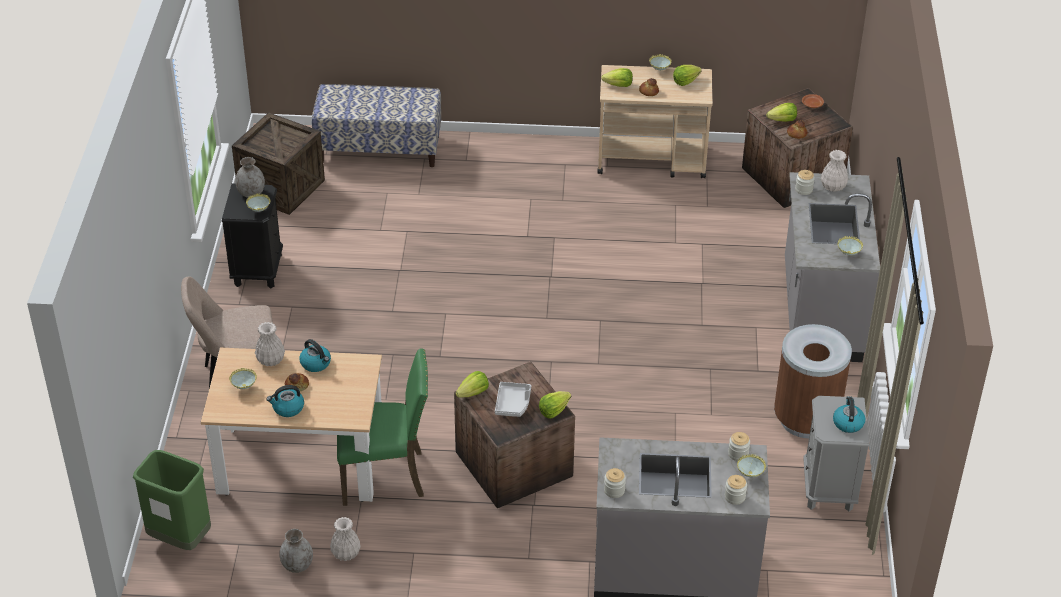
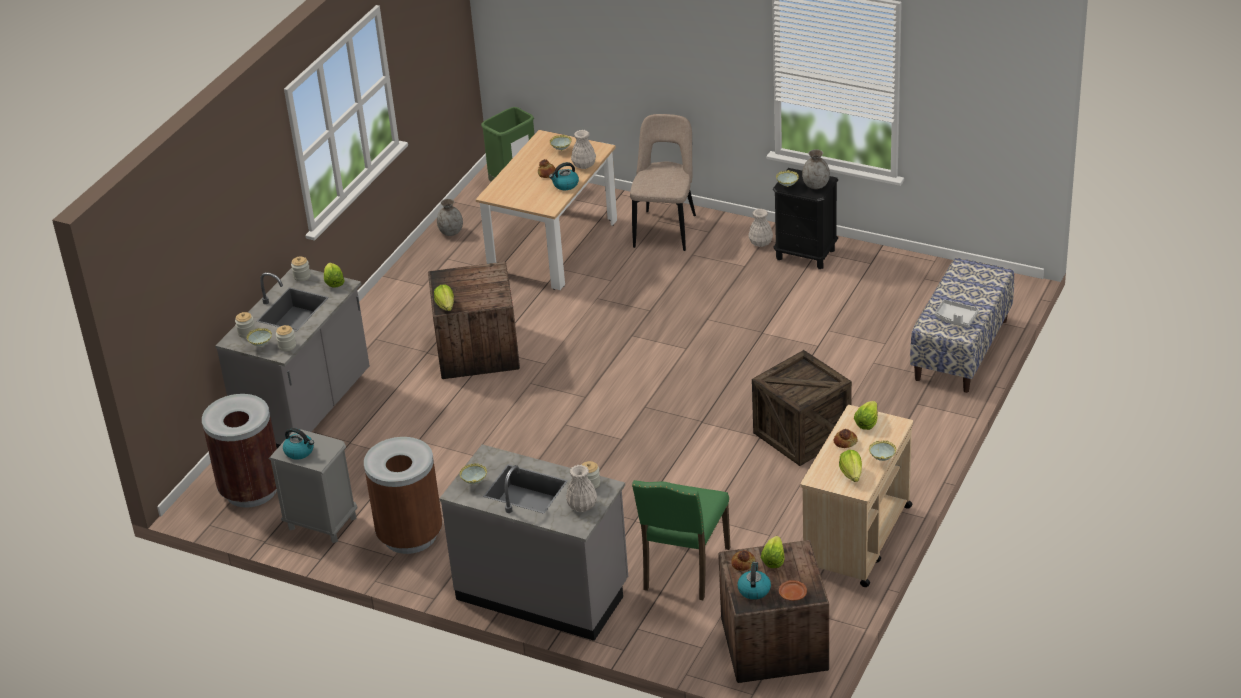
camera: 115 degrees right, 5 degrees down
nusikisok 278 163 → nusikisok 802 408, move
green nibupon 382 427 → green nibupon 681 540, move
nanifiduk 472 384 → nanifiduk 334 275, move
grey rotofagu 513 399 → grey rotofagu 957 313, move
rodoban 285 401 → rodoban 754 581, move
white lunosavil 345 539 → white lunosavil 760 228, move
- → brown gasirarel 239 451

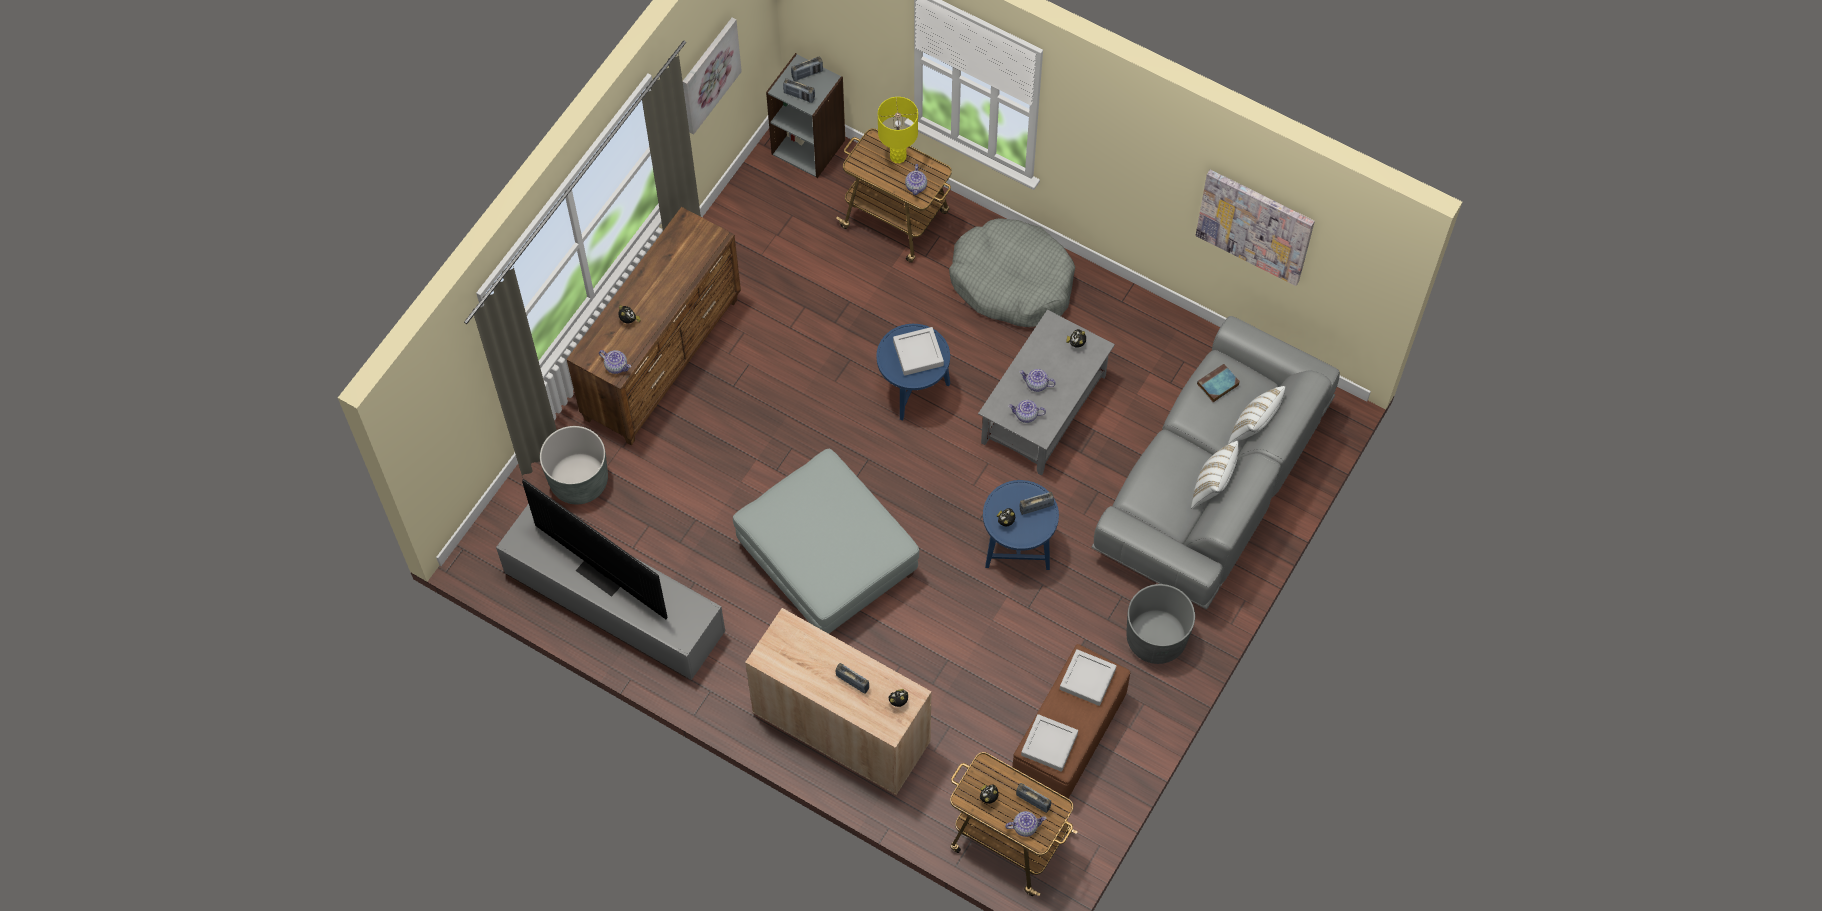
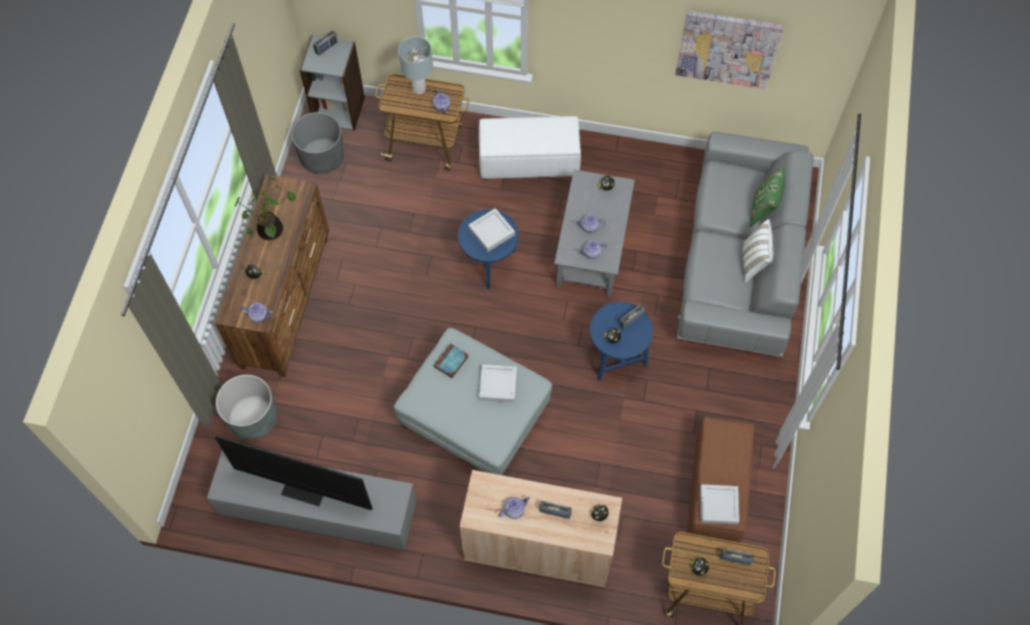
camera: 20 degrees left, 0 degrees up
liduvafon 712 76 → -
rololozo 799 90 → -
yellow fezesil 898 130 → grey fezesil 415 65
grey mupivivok 1012 272 → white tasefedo 530 147
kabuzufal 1218 383 → kabuzufal 451 361, move
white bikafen 1256 415 → green bikafen 767 197
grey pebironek 1160 624 → grey pebironek 317 143, move
grey rotofagu 1088 677 → grey rotofagu 498 383, move
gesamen 1025 824 → gesamen 514 507, move
- → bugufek 265 208

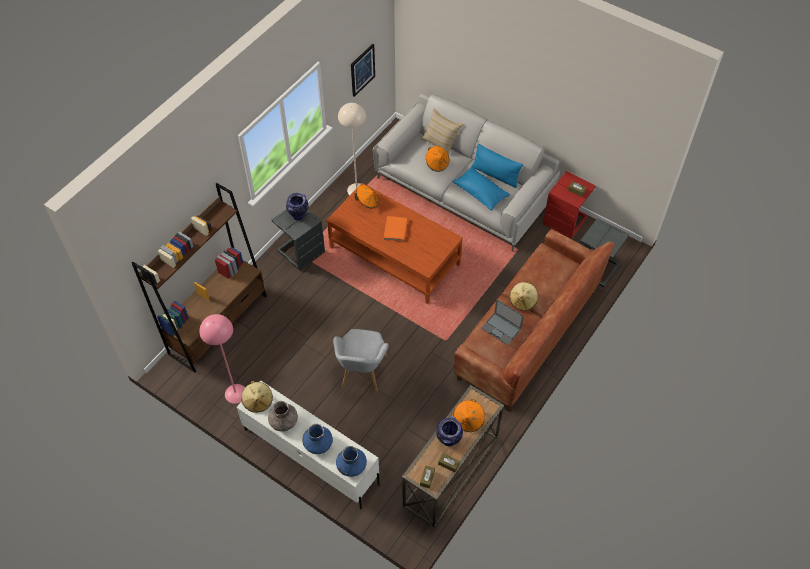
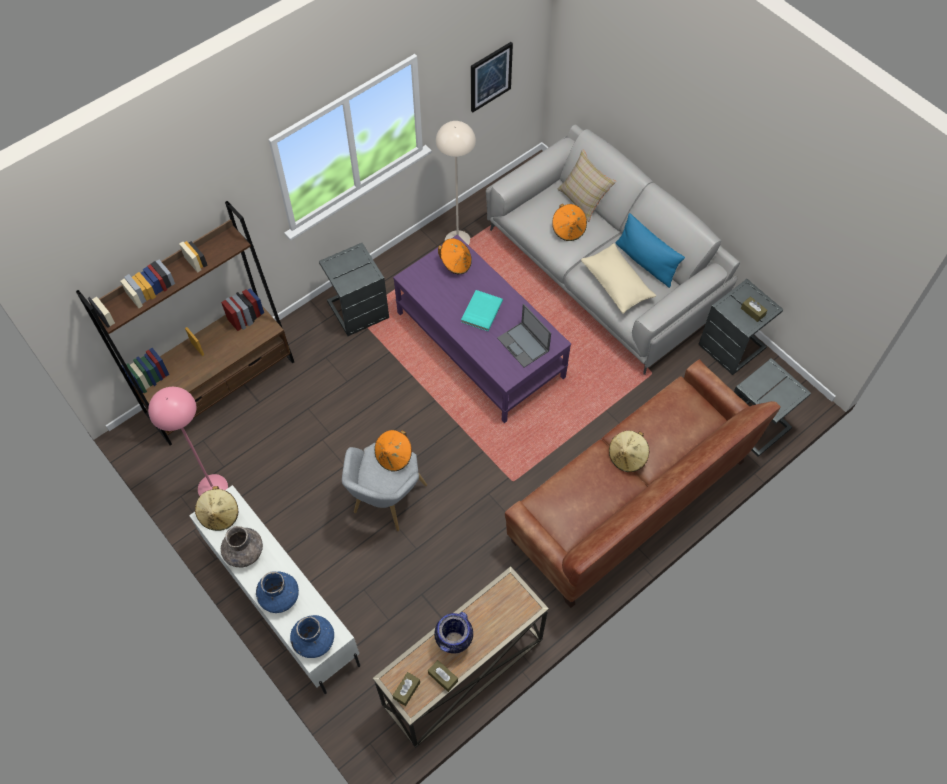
camera: 15 degrees right, 5 degrees up
blue bikafen 481 188 → beige bikafen 618 278
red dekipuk 569 205 → grey dekipuk 740 327
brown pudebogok 395 243 → purple pudebogok 482 329
lunosavil 297 206 → -
orange kabuzufal 396 229 → turquoise kabuzufal 482 310
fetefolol 502 322 → fetefolol 524 336, move
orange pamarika 469 415 → orange pamarika 393 450, move

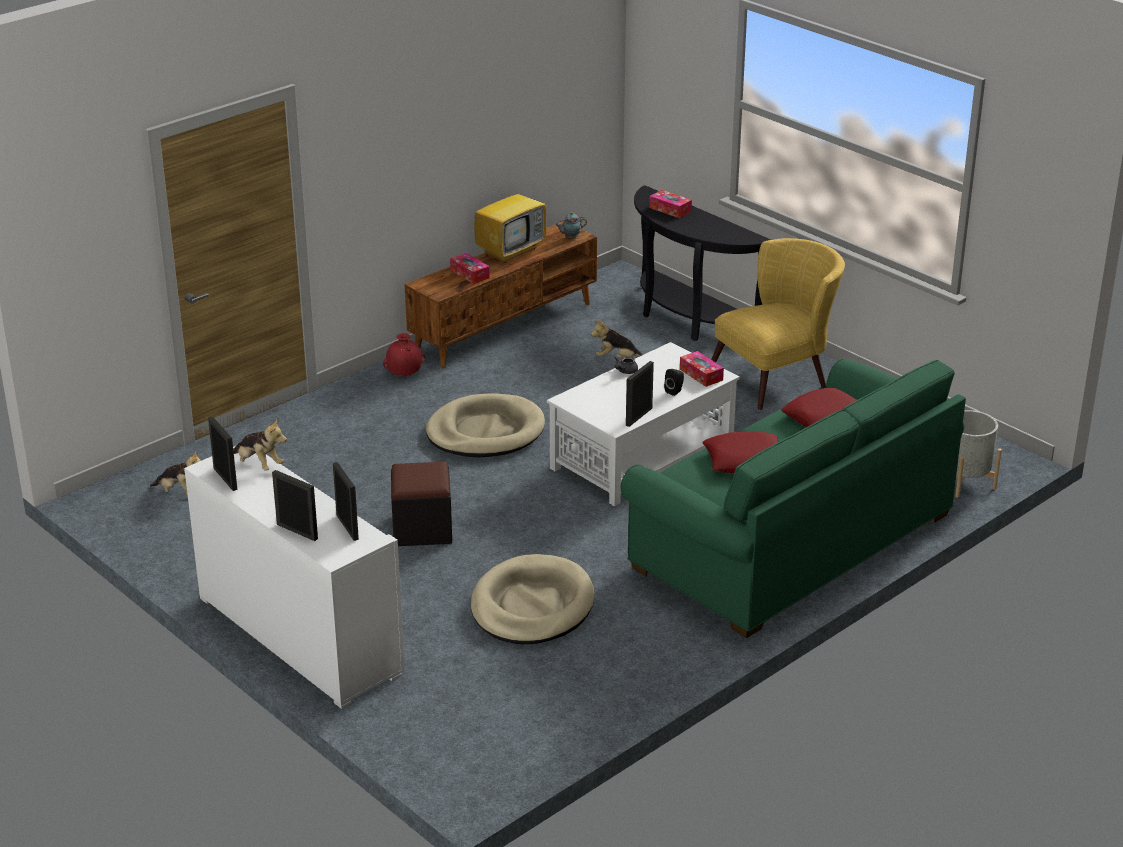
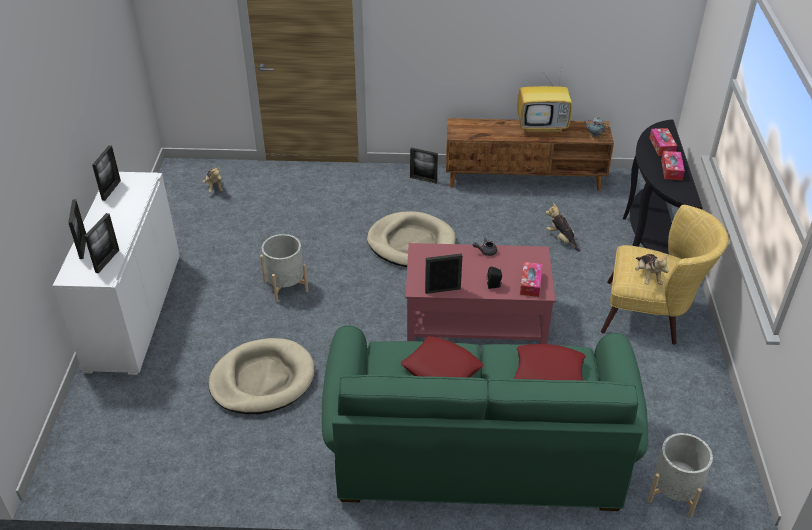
camera: 45 degrees right, 10 degrees up
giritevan 470 268 → giritevan 673 165, move
red lunosavil 404 354 → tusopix 424 165
white pudebogok 643 424 → red pudebogok 480 293
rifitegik 260 444 → rifitegik 652 269, move
black tasefedo 421 504 → grey pebironek 284 268

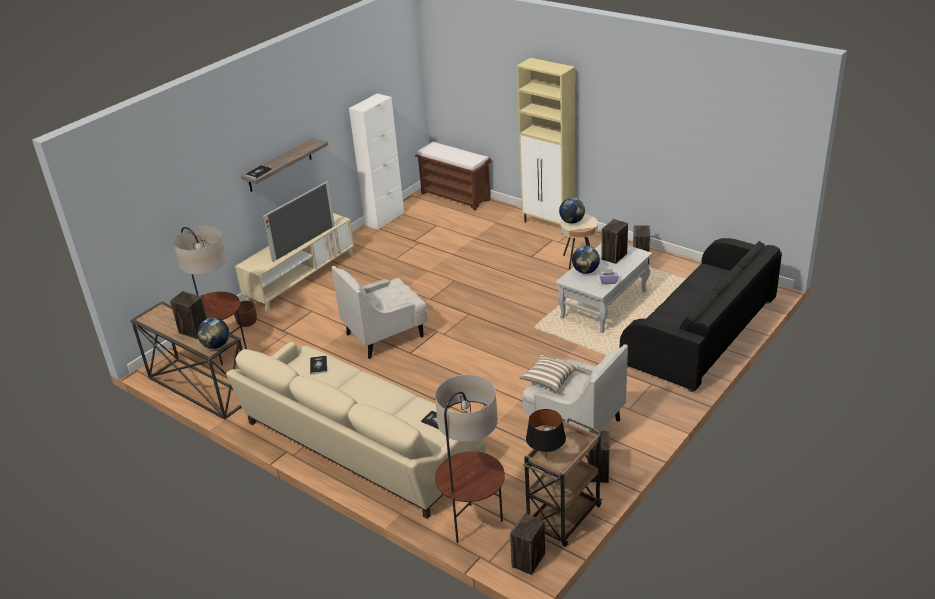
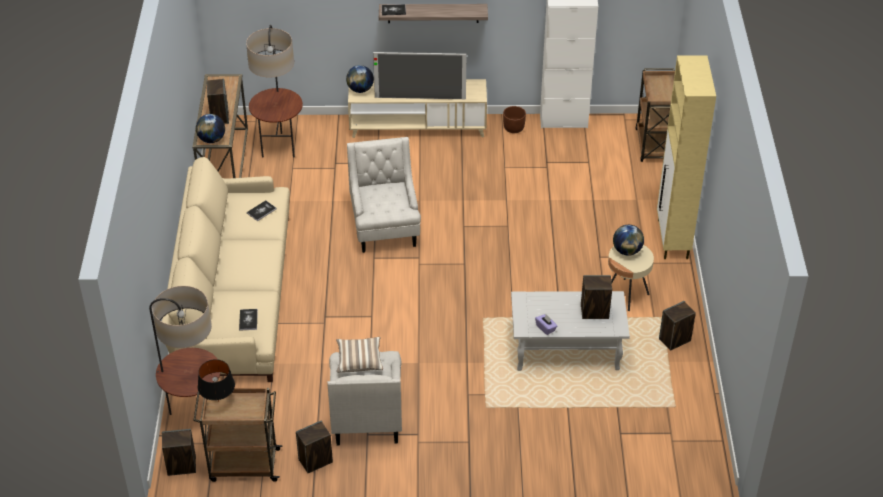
camera: 50 degrees right, 10 degrees up
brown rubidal 453 176 → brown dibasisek 655 115
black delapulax 701 315 → -
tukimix 586 260 → tukimix 360 79, move
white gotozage 380 312 → white gotozage 384 195, 60 degrees clockwise
brown pebironek 245 314 → brown pebironek 514 119, move

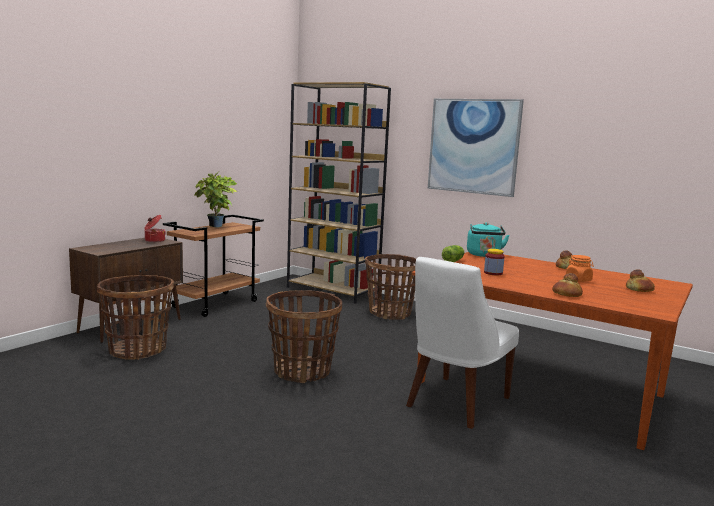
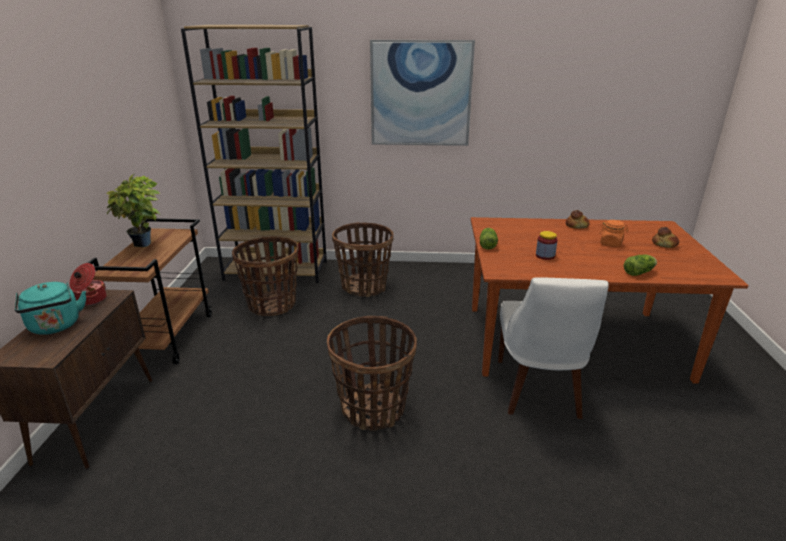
camera: 30 degrees left, 15 degrees up
turquoise rodoban 488 239 → turquoise rodoban 50 308, move
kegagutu 567 285 → nanifiduk 640 265
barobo 135 317 → barobo 265 276, move

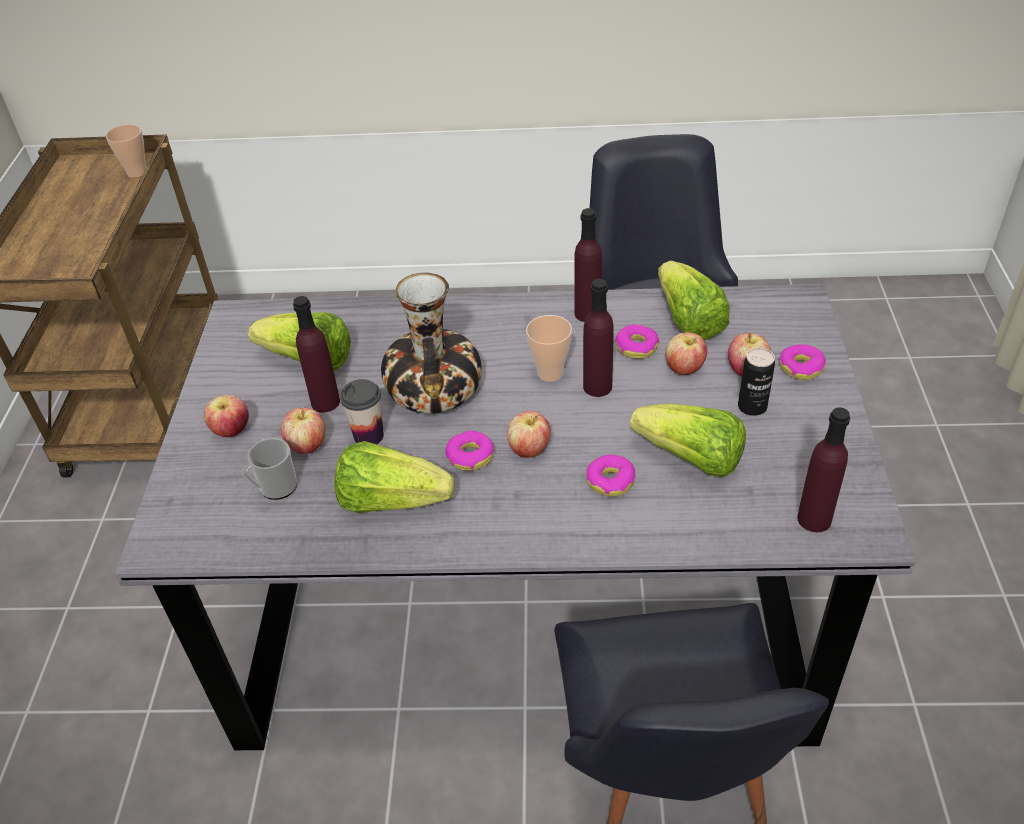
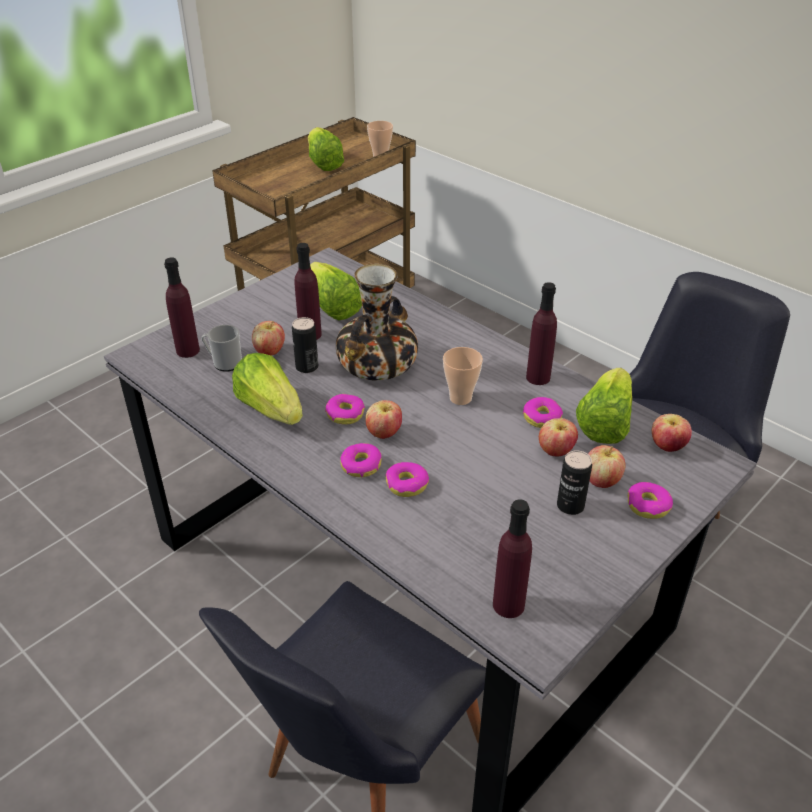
camera: 40 degrees right, 5 degrees down
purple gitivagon 598 338 → purple gitivagon 182 307, move
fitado 362 411 → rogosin 305 345
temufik 226 416 → temufik 672 433, move
nanifiduk 688 440 → nanifiduk 326 149, move
- → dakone 360 460

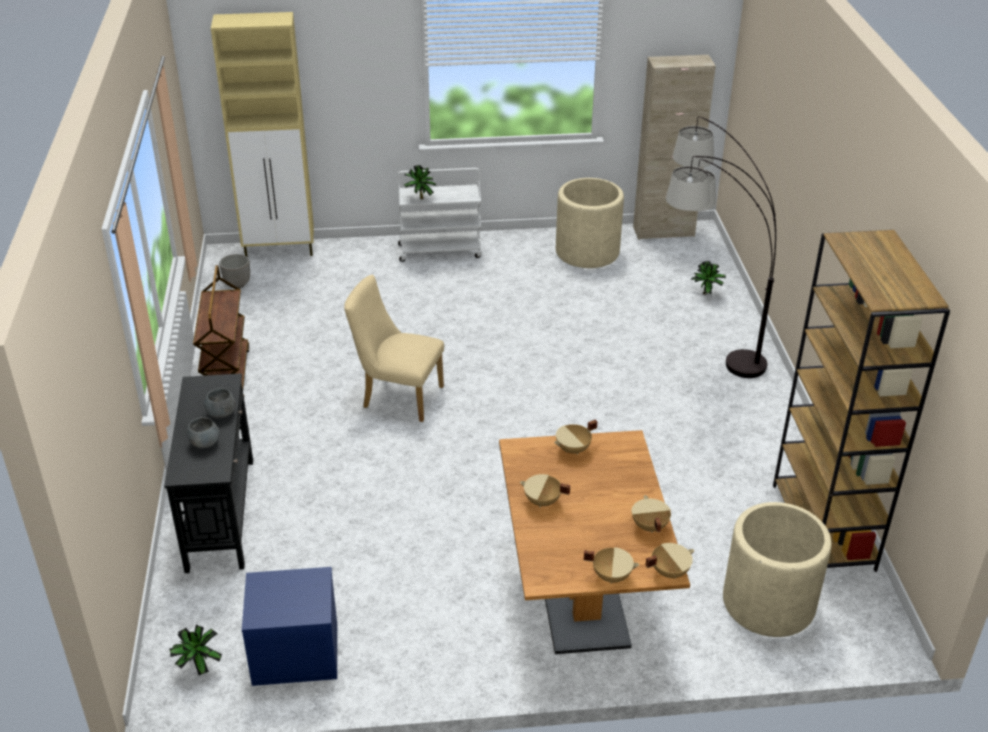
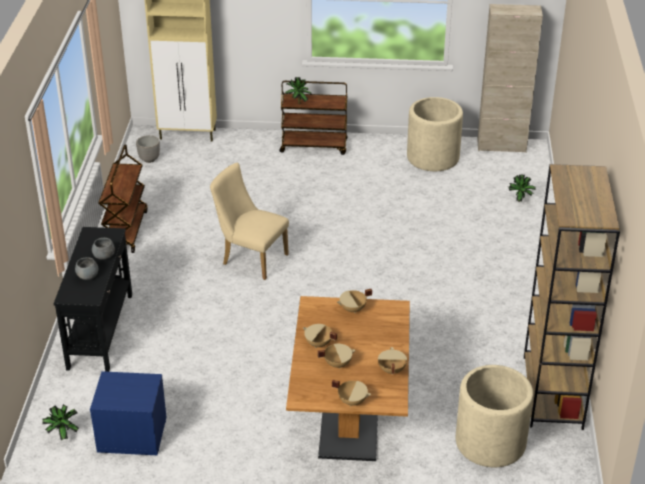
camera: 10 degrees right, 0 degrees up
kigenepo 721 247 → -
white dibasisek 440 215 → brown dibasisek 313 118
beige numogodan 669 561 → beige numogodan 336 356, move

